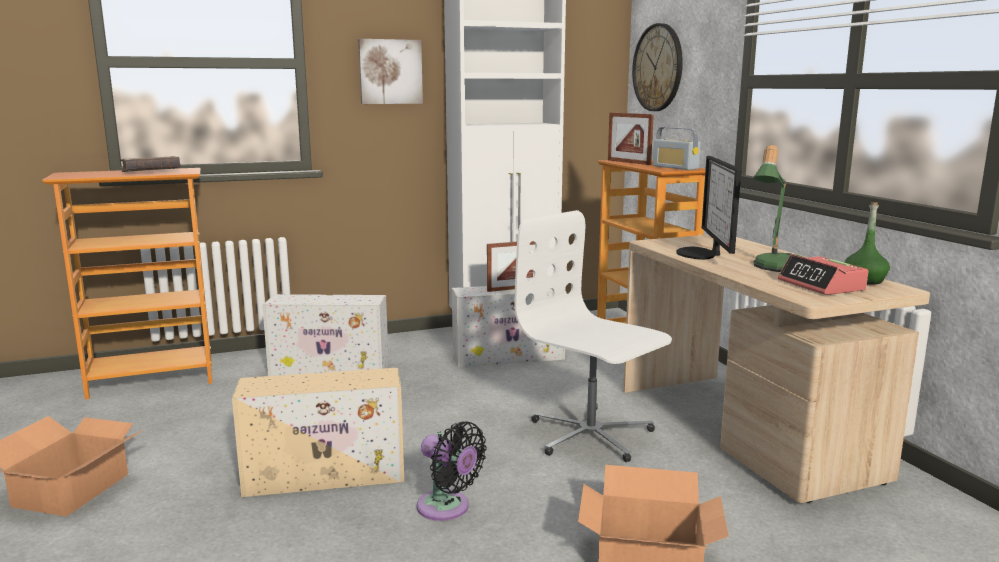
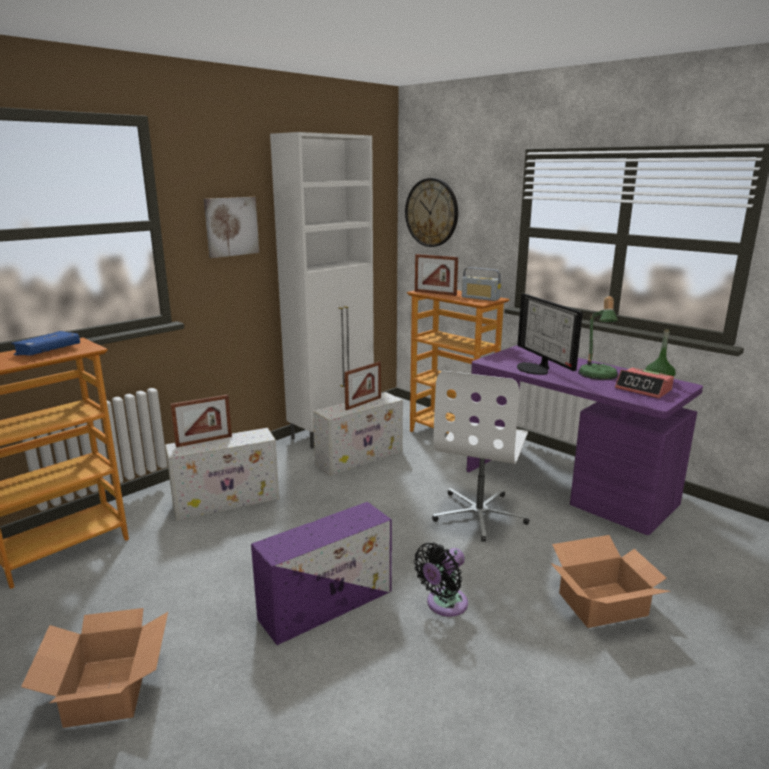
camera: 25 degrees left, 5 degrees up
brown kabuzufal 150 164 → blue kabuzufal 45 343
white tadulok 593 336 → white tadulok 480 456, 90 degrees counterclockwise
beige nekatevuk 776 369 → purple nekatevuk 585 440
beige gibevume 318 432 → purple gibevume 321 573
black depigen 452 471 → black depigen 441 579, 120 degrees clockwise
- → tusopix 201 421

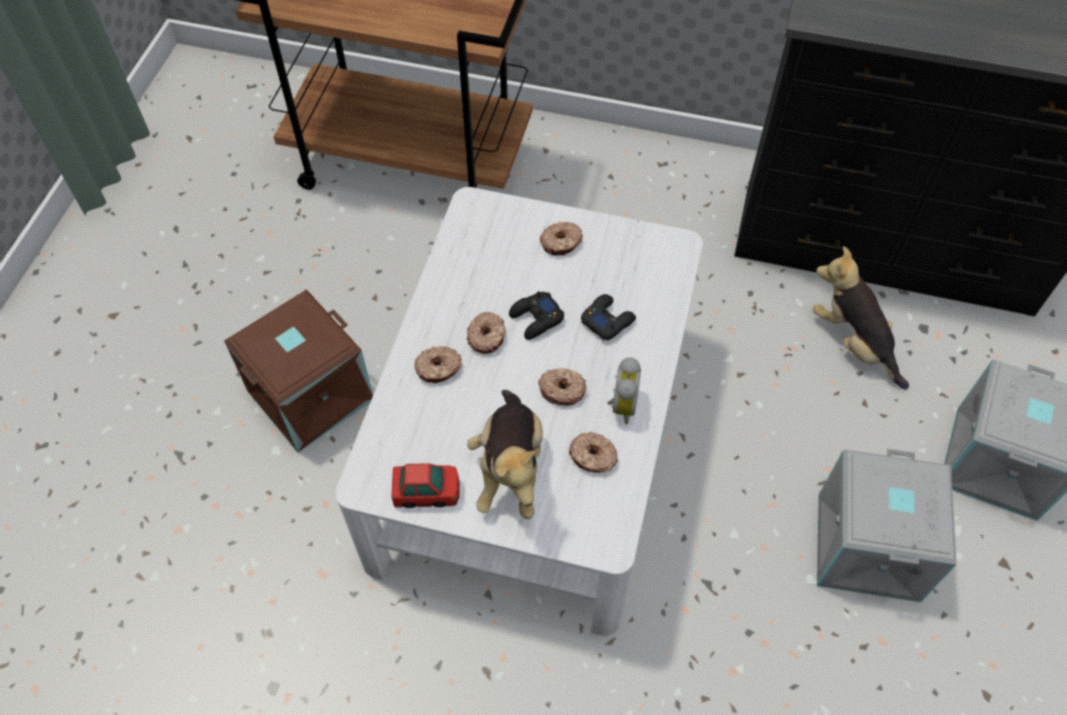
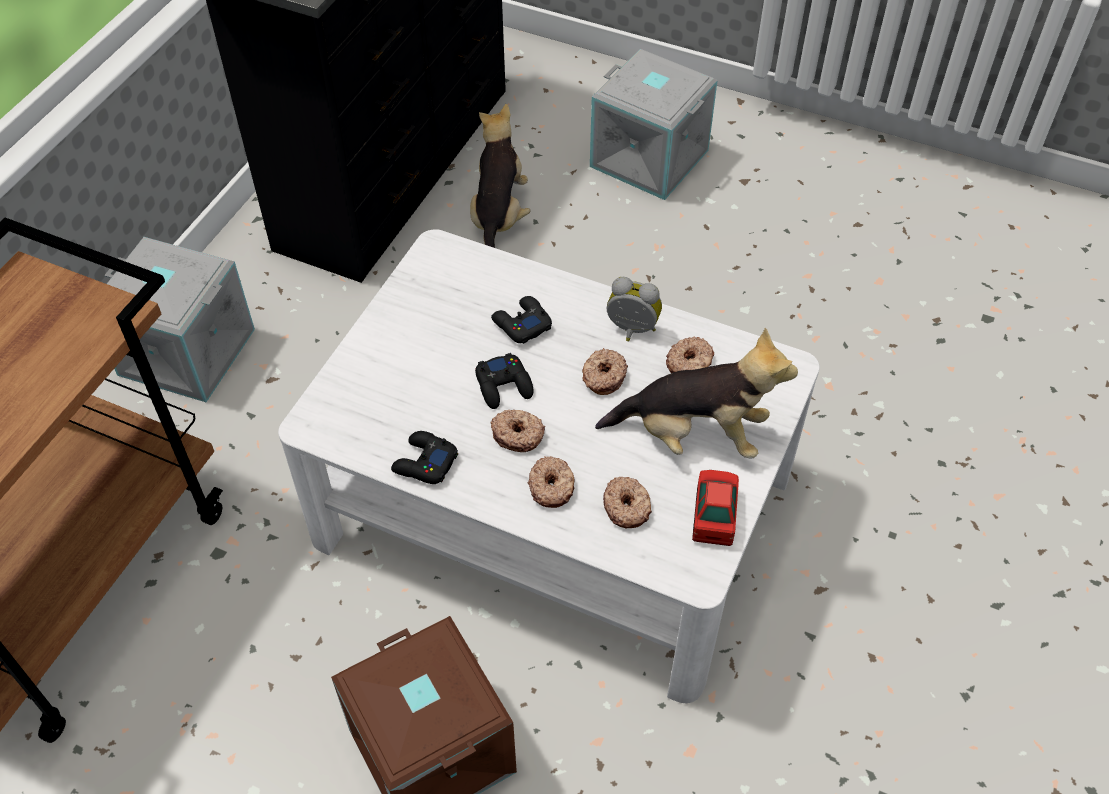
camera: 80 degrees left, 5 degrees down
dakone 561 238 → dakone 627 502, move
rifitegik 861 318 → rifitegik 500 176, 120 degrees clockwise
grey gibevume 887 525 → grey gibevume 179 319, move
- → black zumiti 424 457

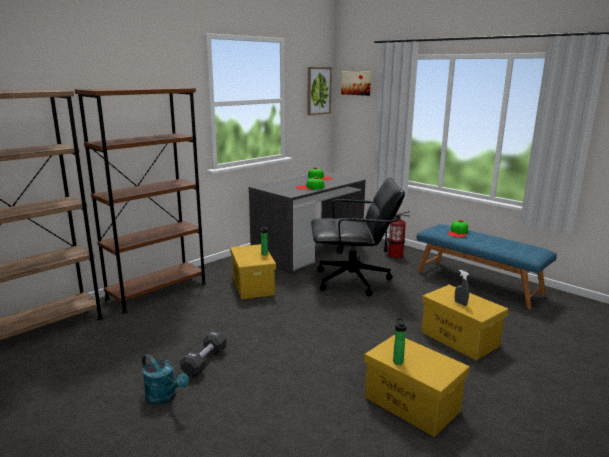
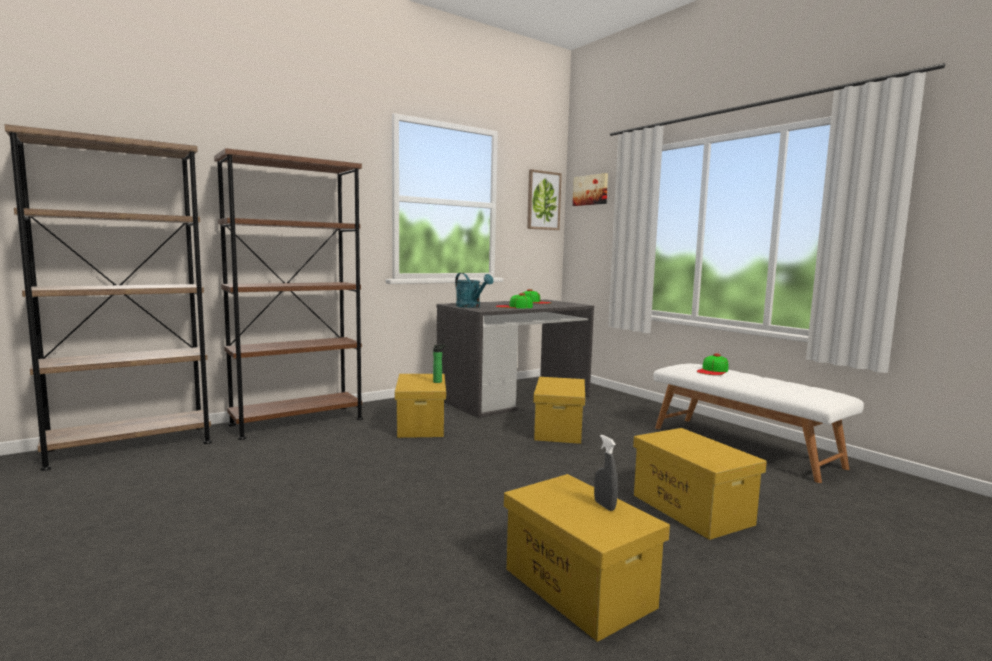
camera: 10 degrees right, 10 degrees down
black tadulok 358 236 → yellow gibevume 559 410
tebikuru 397 234 → -
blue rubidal 487 266 → white rubidal 758 423
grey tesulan 462 288 → grey tesulan 606 473, move
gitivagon 400 341 → -
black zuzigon 203 354 → -
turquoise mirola 165 379 → turquoise mirola 474 290, move

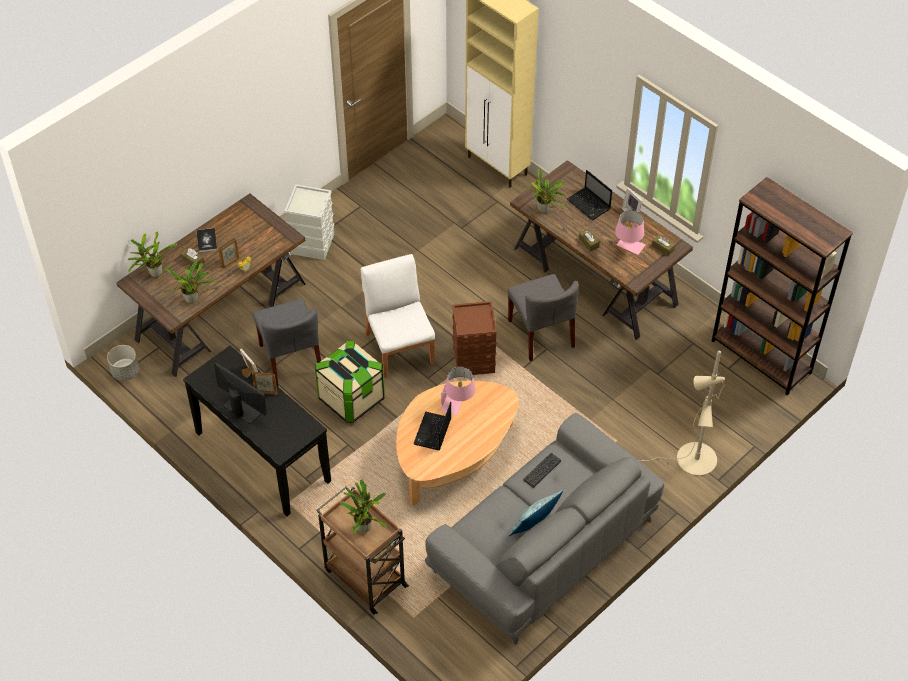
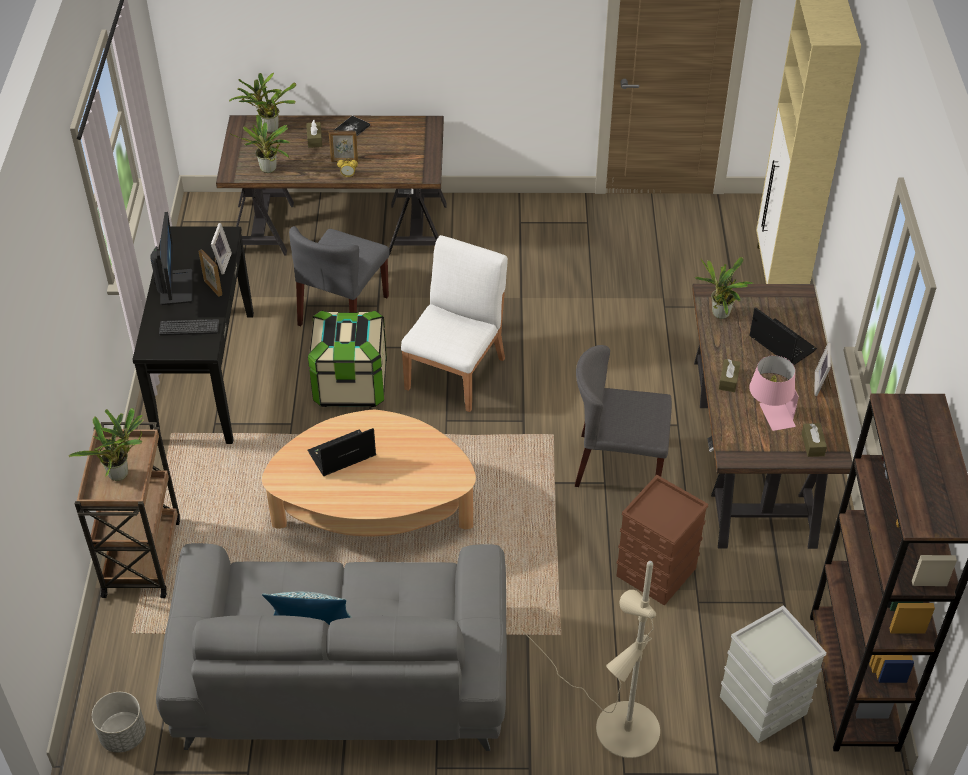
camera: 45 degrees right, 5 degrees down
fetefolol 589 195 → fetefolol 783 336, 135 degrees clockwise
grey gibevume 309 222 → grey gibevume 773 674, move
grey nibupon 543 317 → grey nibupon 623 416, 75 degrees clockwise
brown gibevume 474 338 → brown gibevume 663 540, move
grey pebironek 123 363 → grey pebironek 119 722, move
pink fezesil 458 391 → -
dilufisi 542 470 → dilufisi 189 327, move

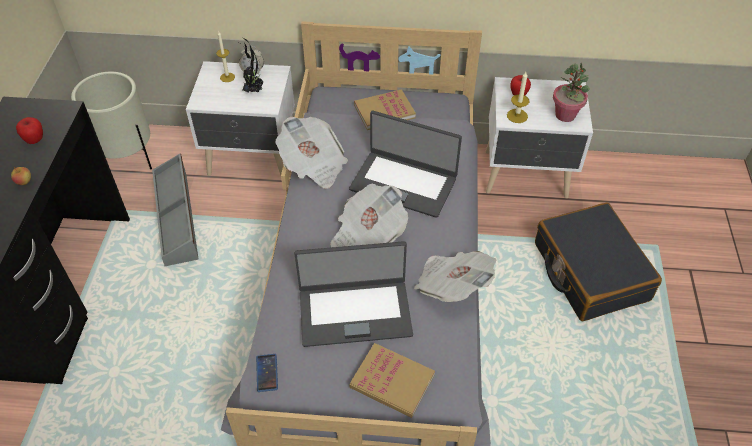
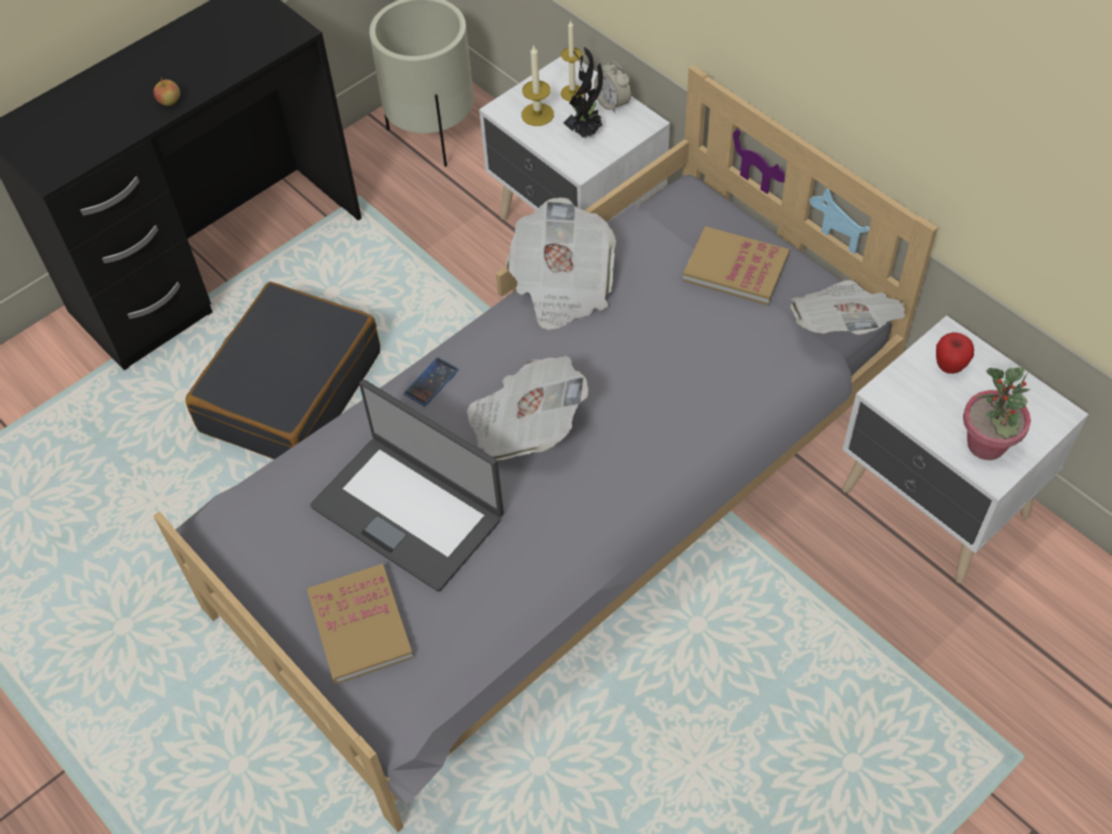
camera: 45 degrees right, 5 degrees up
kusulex 518 97 → kusulex 537 85, move
fetefolol 405 164 → -
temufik 29 130 → -
grey gibevume 175 210 → -
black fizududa 598 262 → black fizududa 282 370, move
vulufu 455 276 → vulufu 848 307, move
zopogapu 267 373 → zopogapu 431 382, move

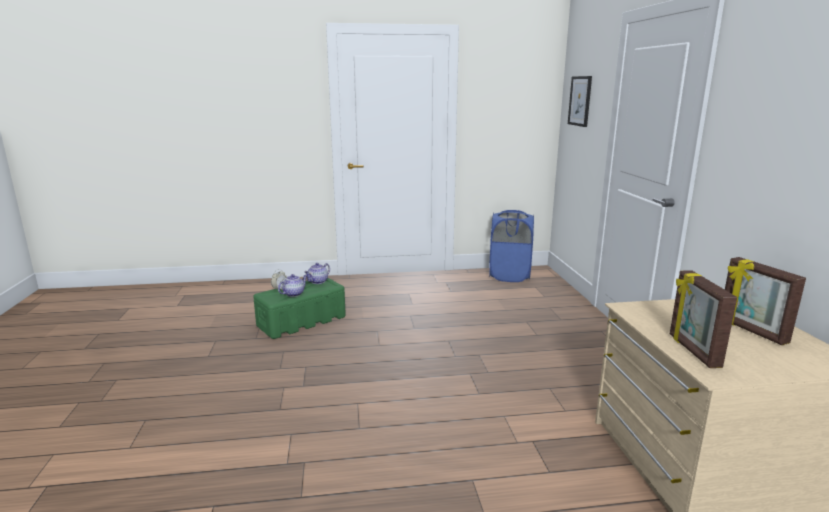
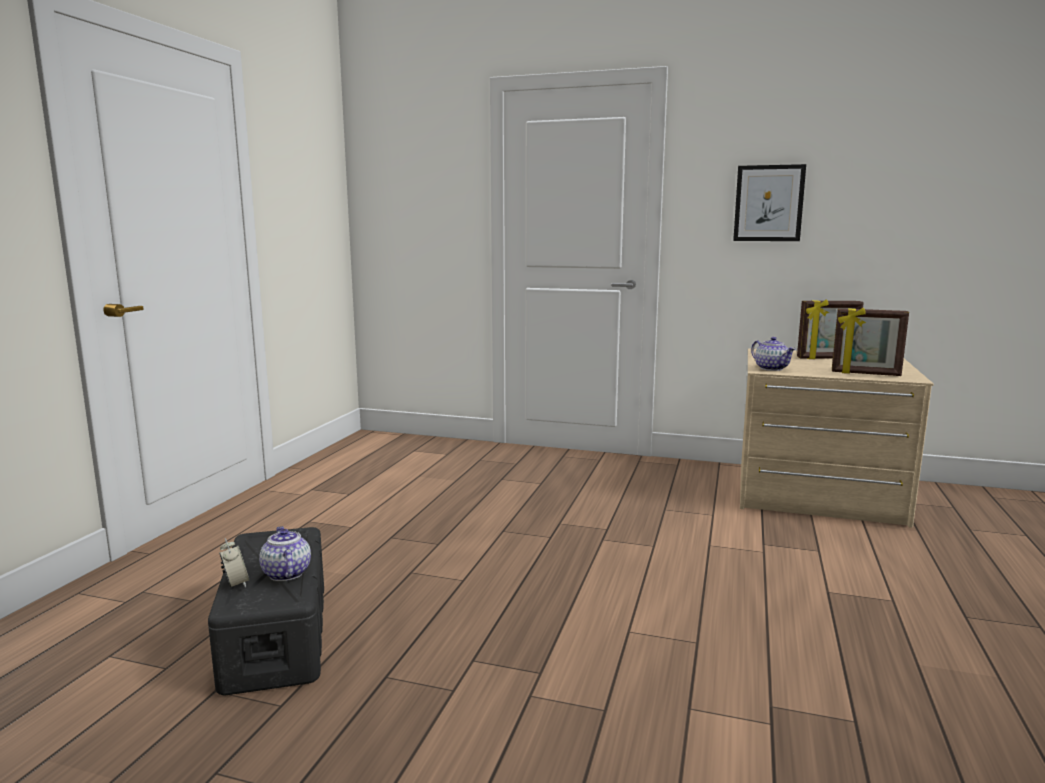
camera: 65 degrees left, 5 degrees down
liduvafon 580 101 → liduvafon 769 202, move
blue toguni 511 246 → -
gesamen 317 273 → gesamen 773 354, move
green gibevume 299 308 → black gibevume 266 611

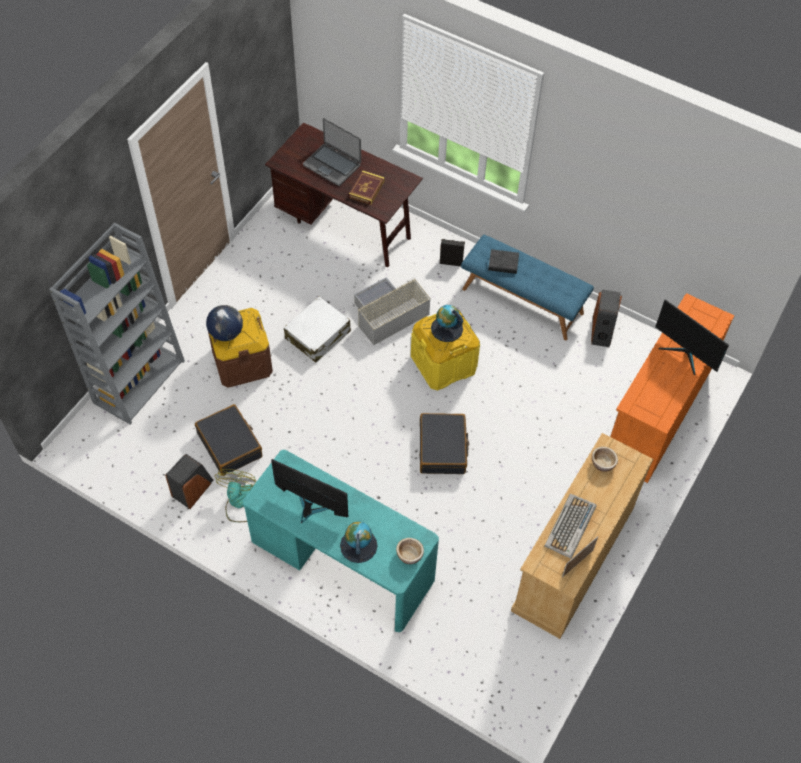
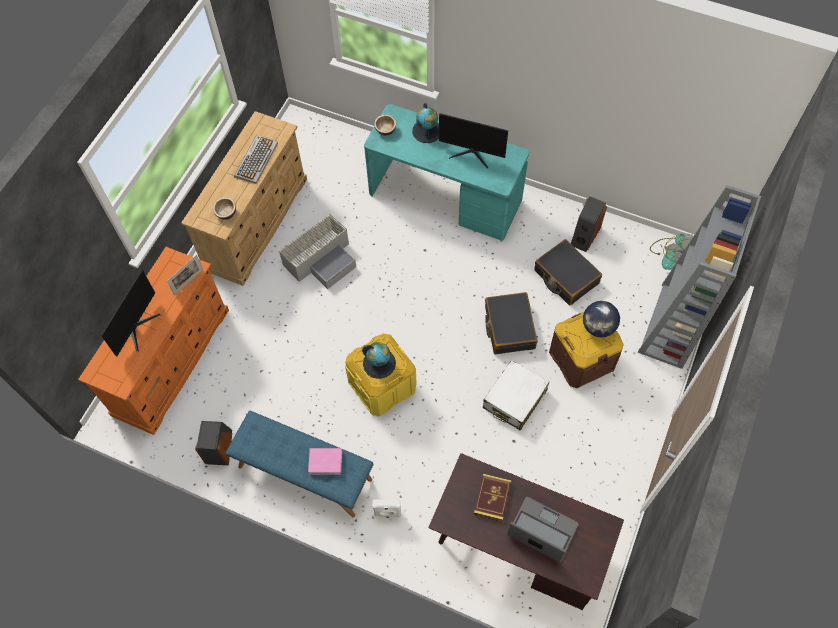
camera: 175 degrees right, 5 degrees up
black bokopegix 452 252 → white bokopegix 386 509
black kabuzufal 503 261 → pink kabuzufal 325 461
grey gibevume 392 311 → grey gibevume 317 252, move
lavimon 692 337 → lavimon 131 312, 75 degrees clockwise
black fizududa 444 443 → black fizududa 511 323, move
depigen 235 495 → depigen 672 252, move
tusopix 580 556 → tusopix 185 275, move

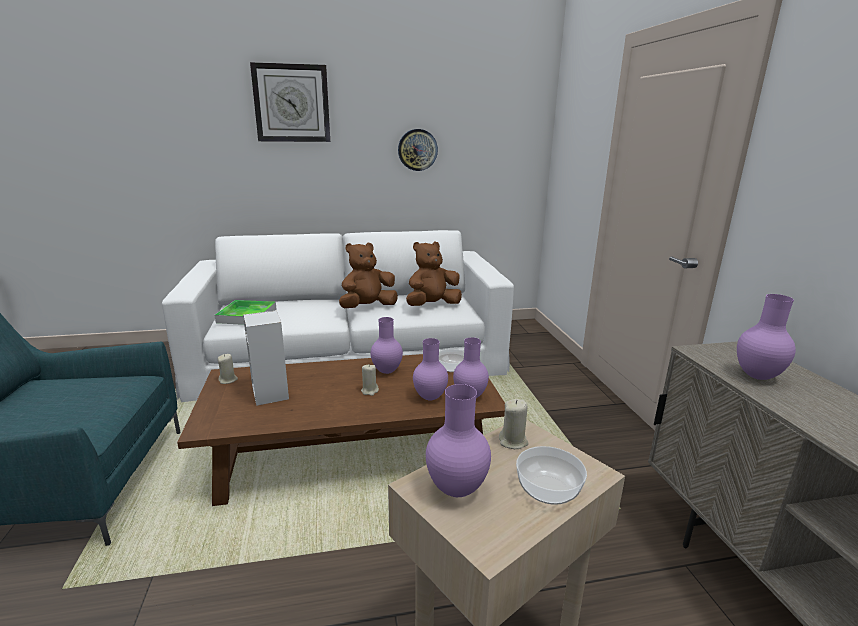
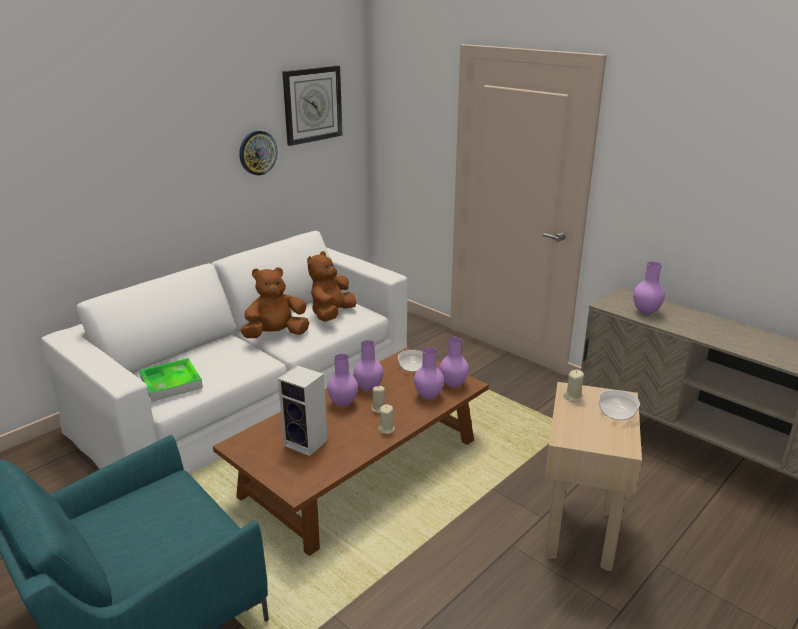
camera: 35 degrees left, 5 degrees up
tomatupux 290 102 → tomatupux 312 106, move
brown rifitegik 368 275 → brown rifitegik 274 302, 45 degrees clockwise
beige kusulex 227 369 → beige kusulex 386 419, move
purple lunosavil 458 440 → purple lunosavil 342 380, move

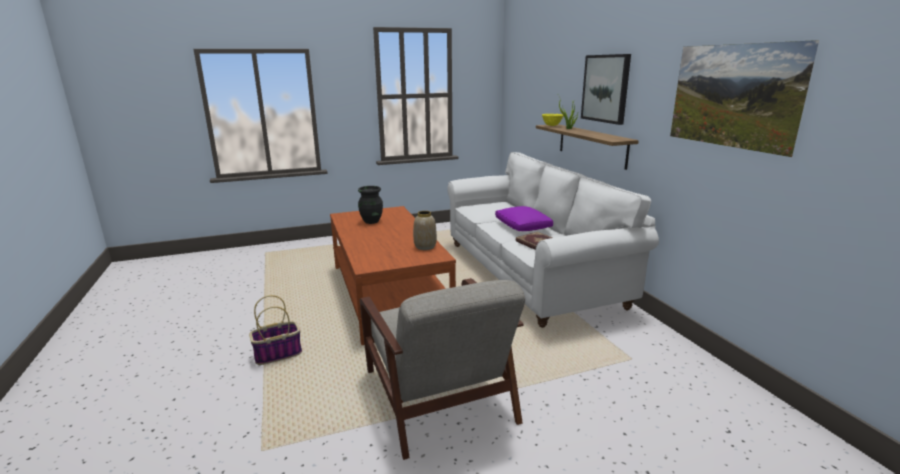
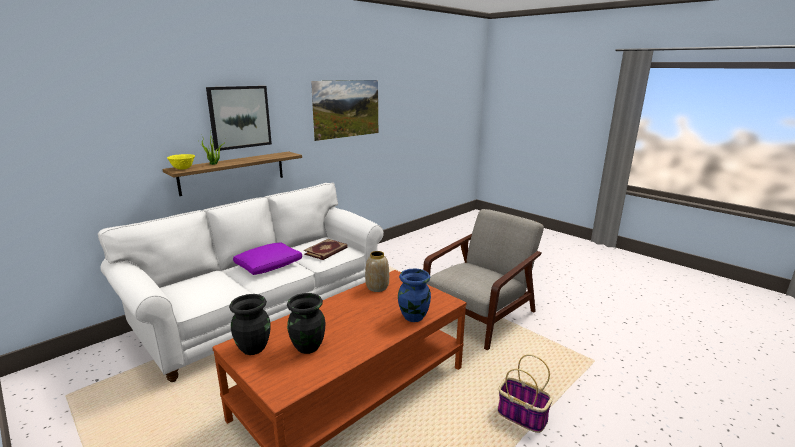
camera: 115 degrees left, 0 degrees up
- → blue lunosavil 414 295
- → black lunosavil 250 324

